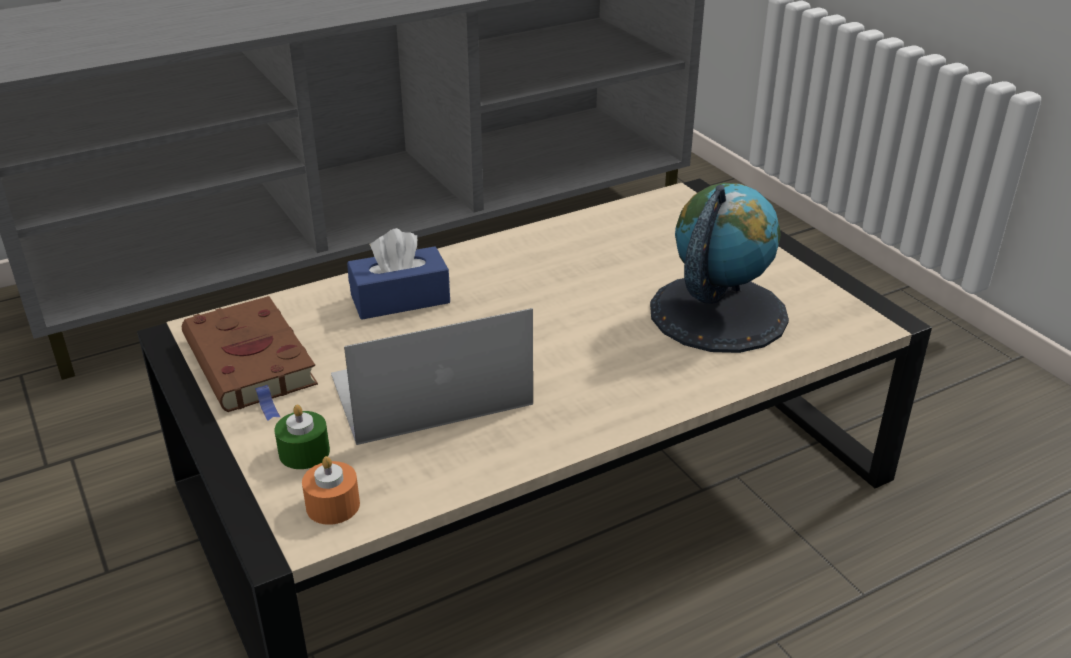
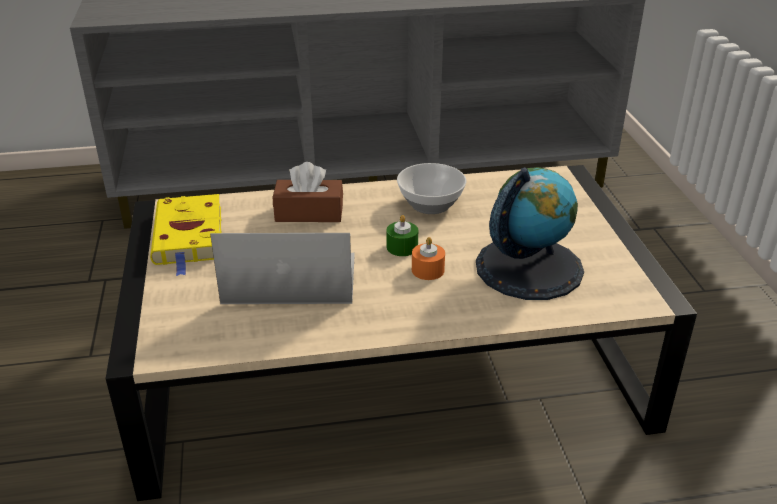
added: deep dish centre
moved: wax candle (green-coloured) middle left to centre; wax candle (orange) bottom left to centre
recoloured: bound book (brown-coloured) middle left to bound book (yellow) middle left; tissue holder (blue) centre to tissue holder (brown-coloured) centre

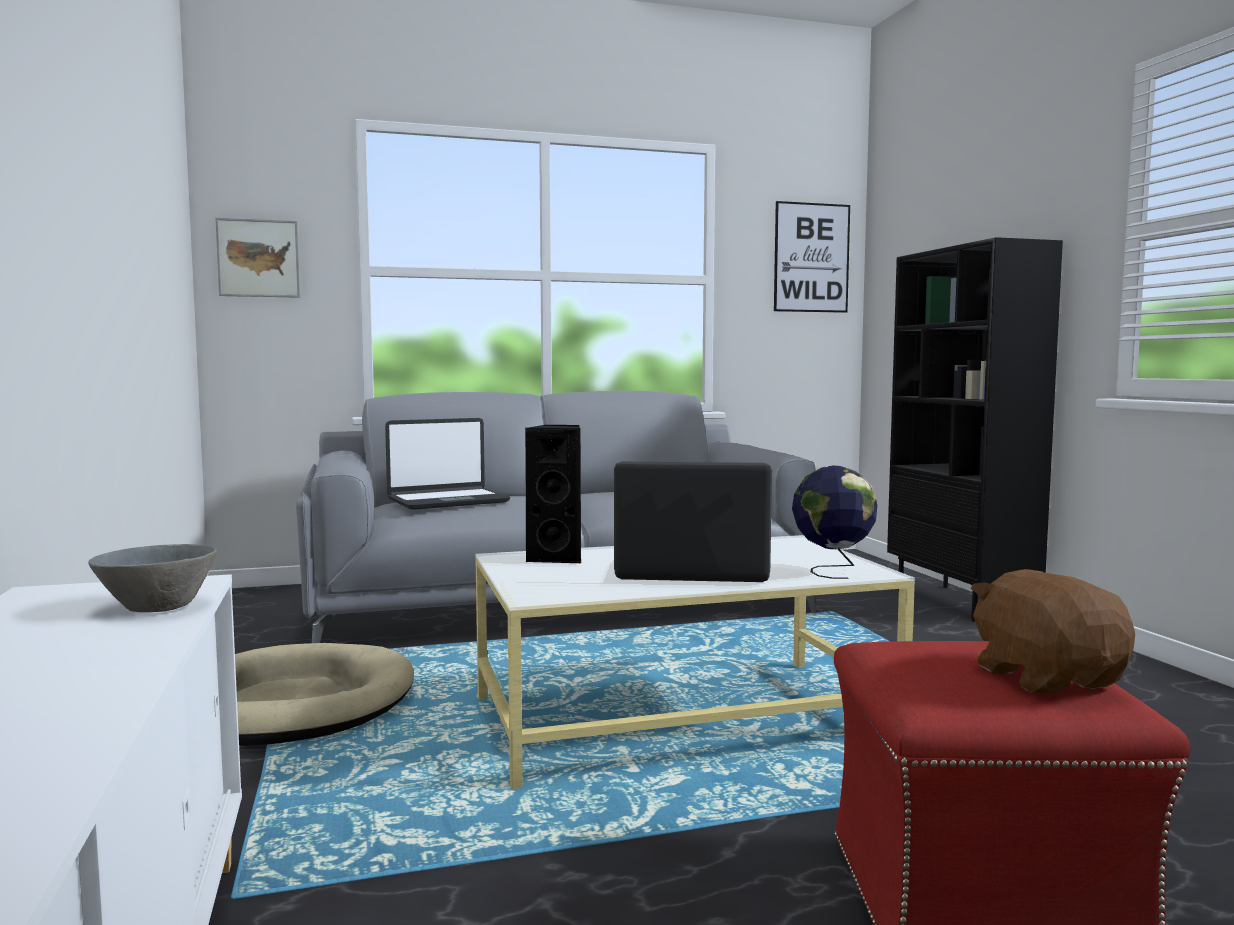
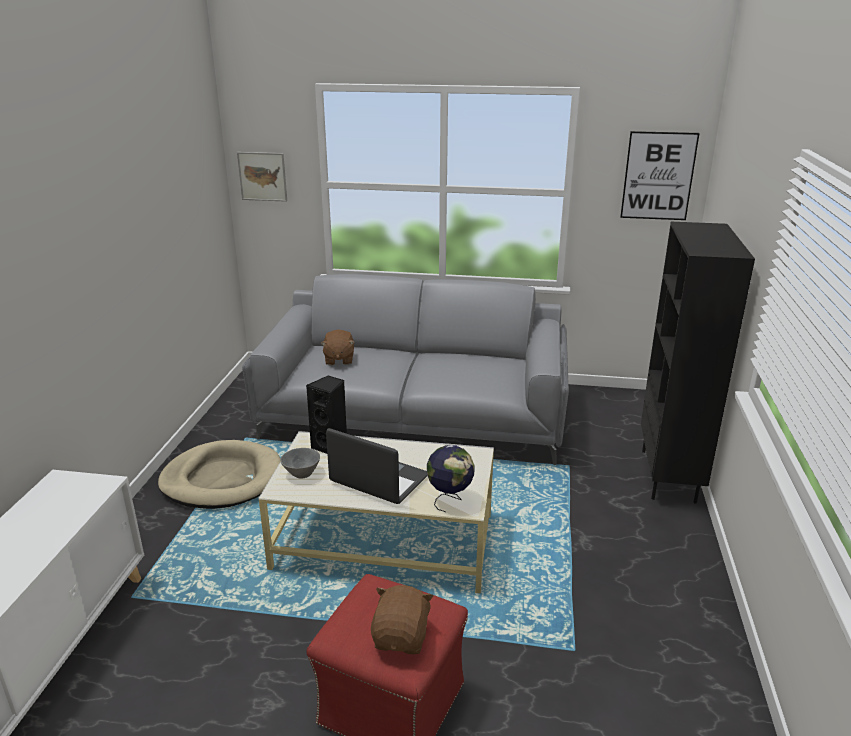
moved: deep dish (grey) middle left to centre
replaced: laptop (1st from left) centre to soft toy (brown-coloured) (1st from left) centre

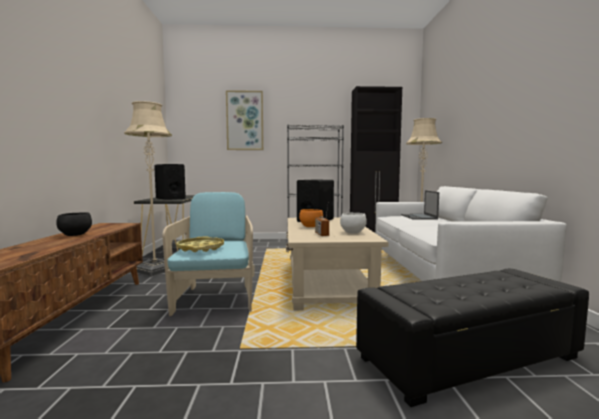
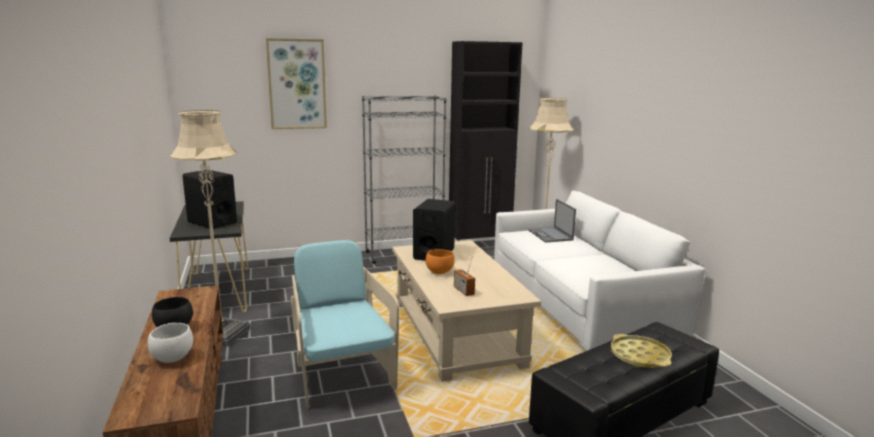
moved: deep dish (white-coloured) centre to bottom left; serving tray (yellow) centre to bottom right

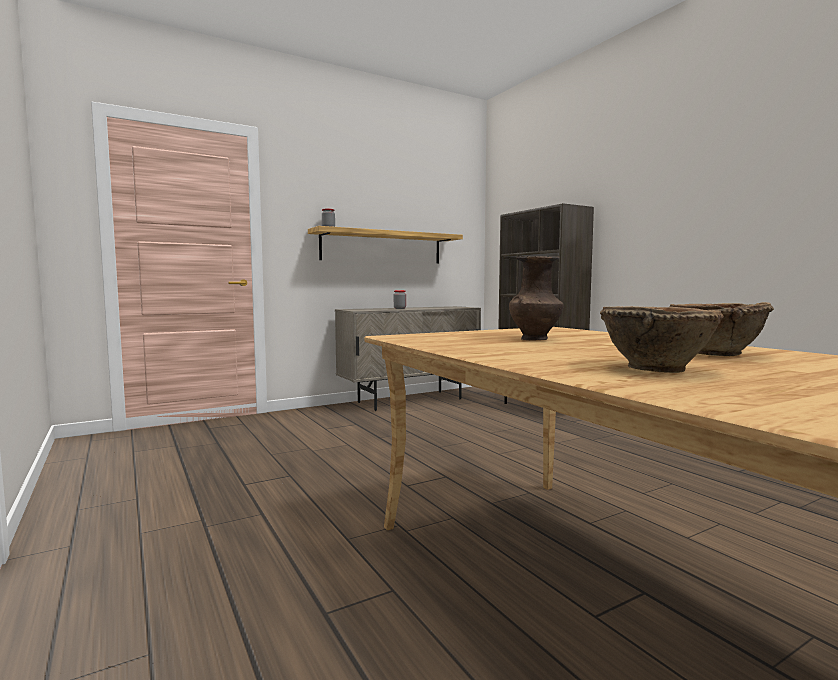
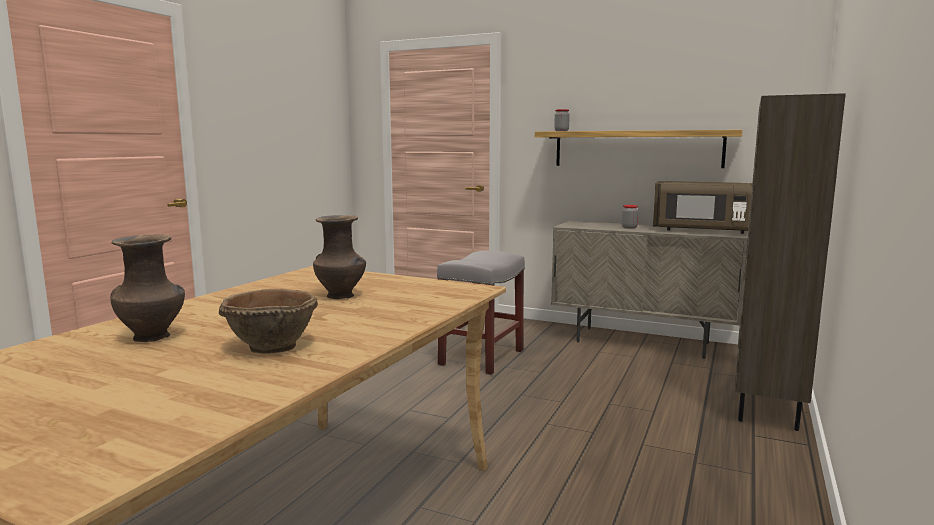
added: sitting stool (grey) centre; microwave (brown-coloured) middle right
replaced: deep dish (brown-coloured) (1st from left) middle right to flower vase (brown-coloured) (1st from left) middle left

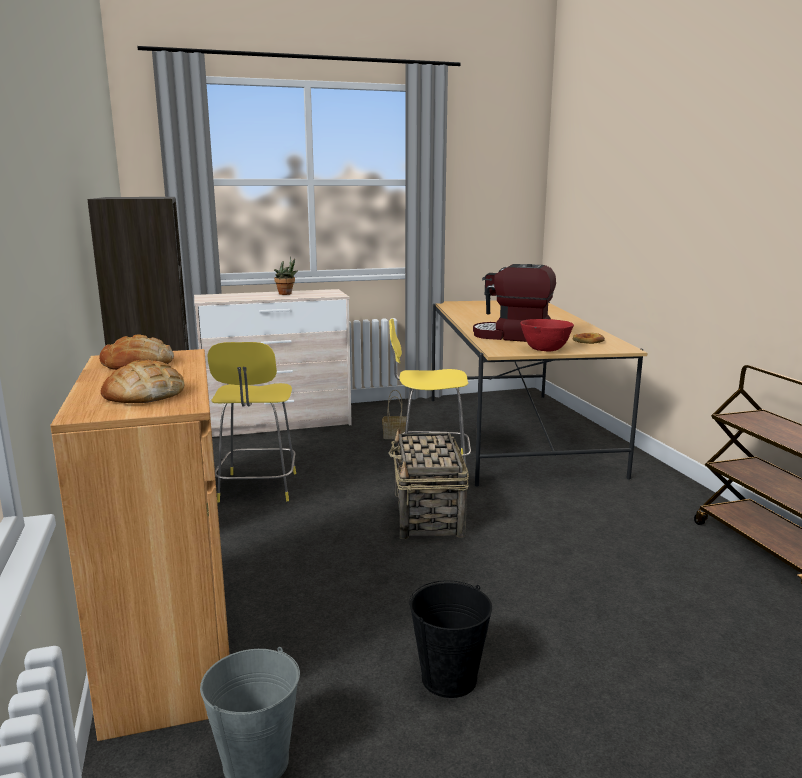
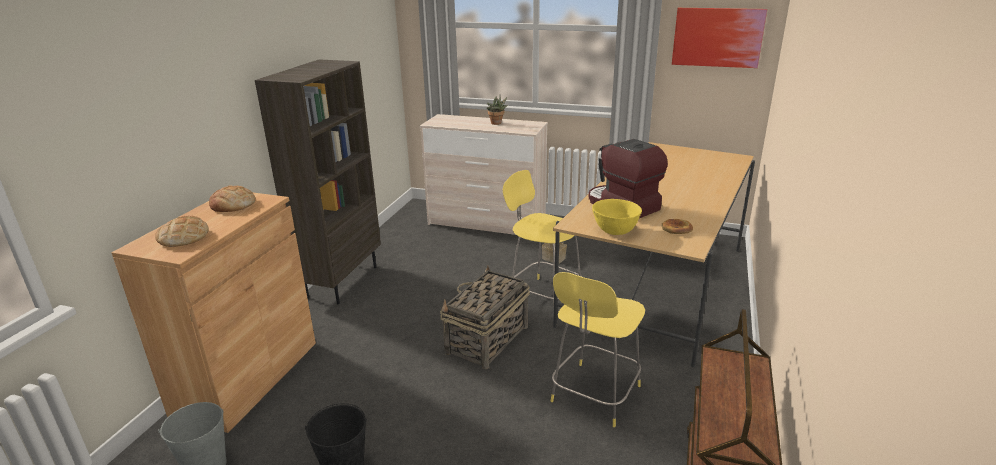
added: wall art top right
moved: sitting stool (yellow) (1st from left in the first image) middle left to sitting stool (yellow) (2nd from left) bottom centre
recoloured: deep dish (red) middle right to deep dish (yellow) centre

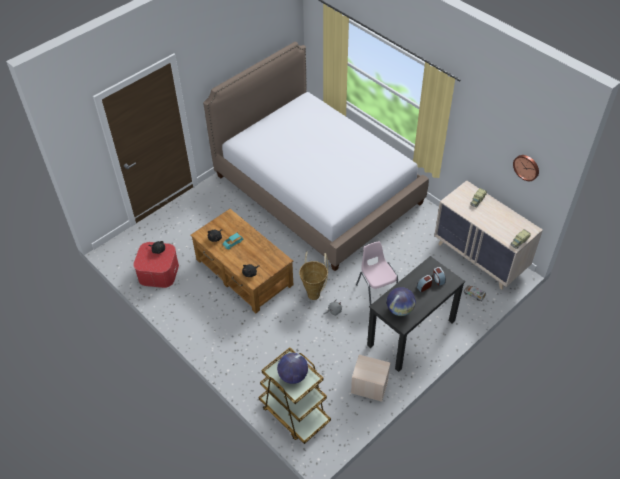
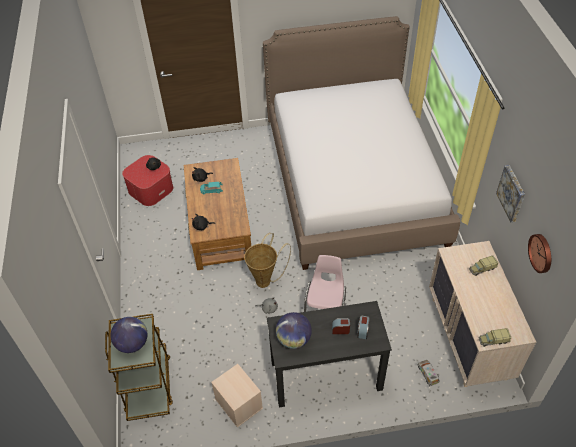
added: wall art middle right

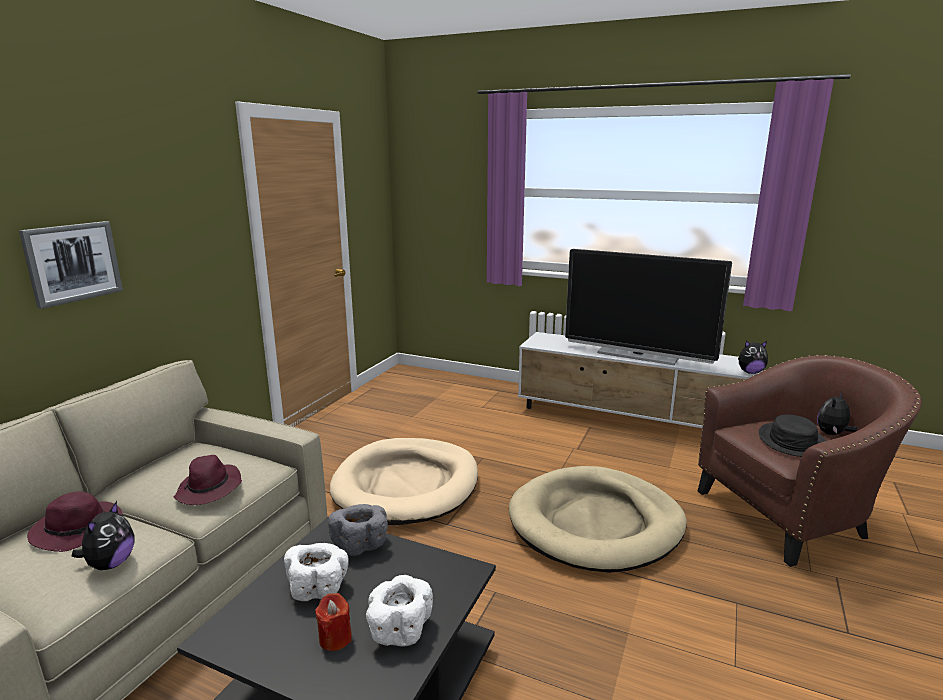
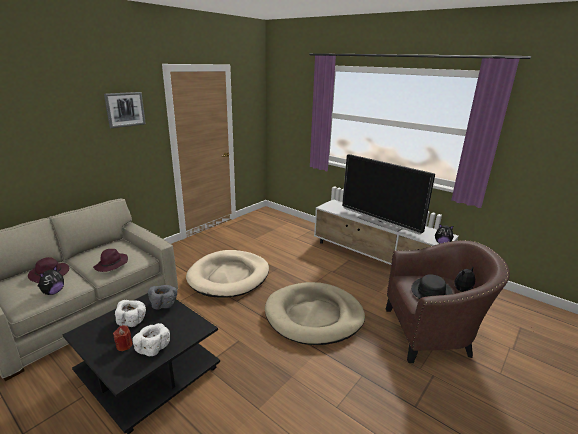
moved: wall art middle left to top left

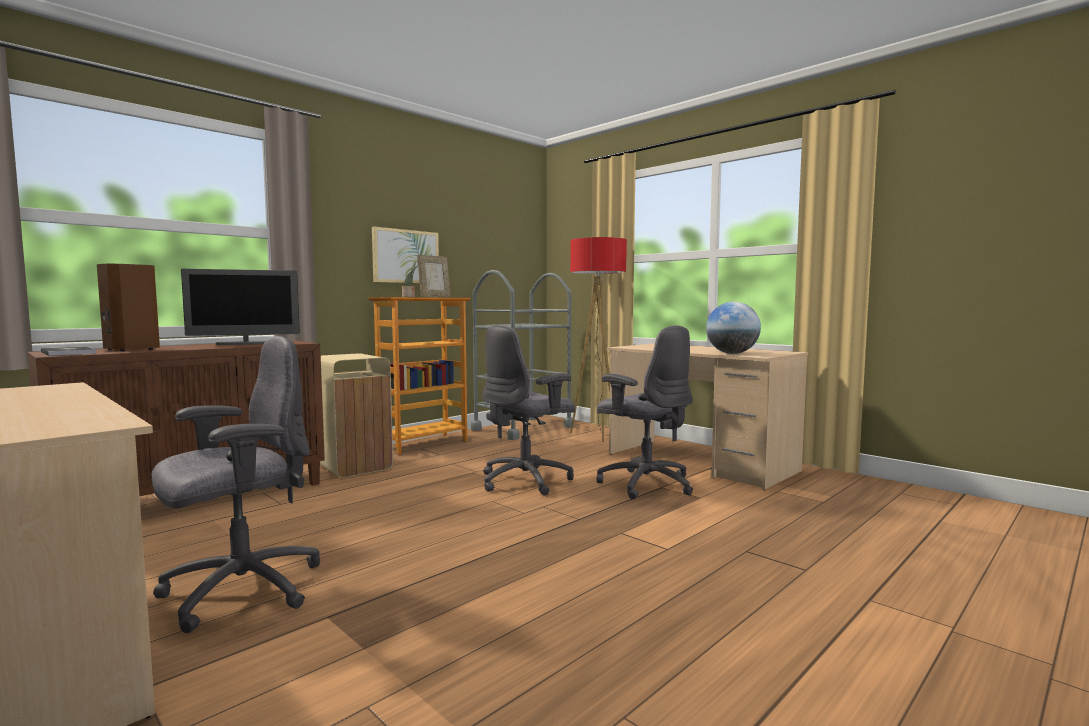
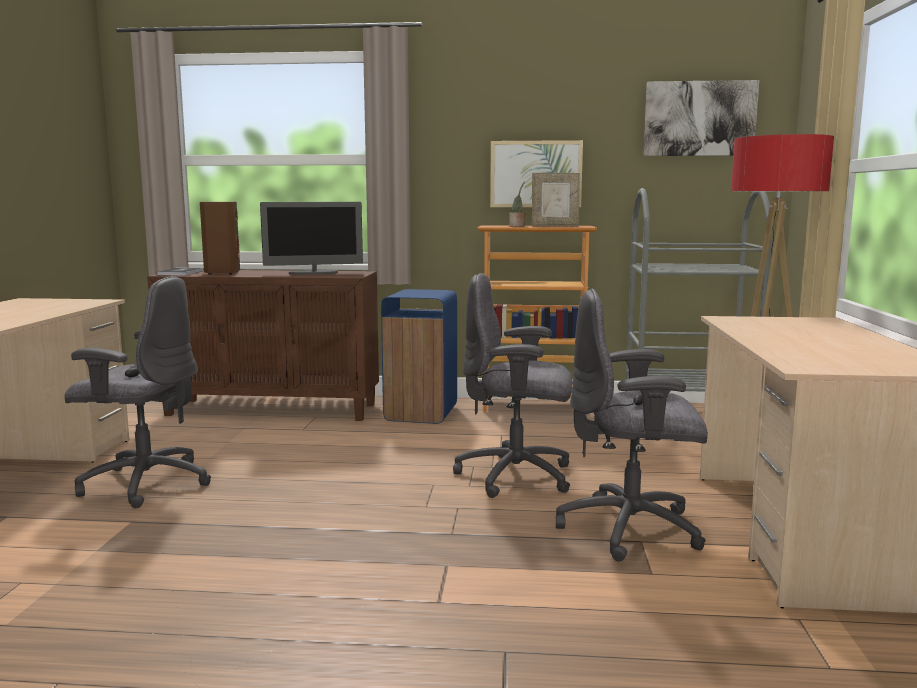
removed: globe middle right
added: wall art (2nd from left) top right
recoloured: waste bin (beige-coloured) middle left to waste bin (blue) centre
turned: computer display middle left = centre 45 degrees counterclockwise; office chair (grey) (3rd from left) centre = middle right 90 degrees clockwise

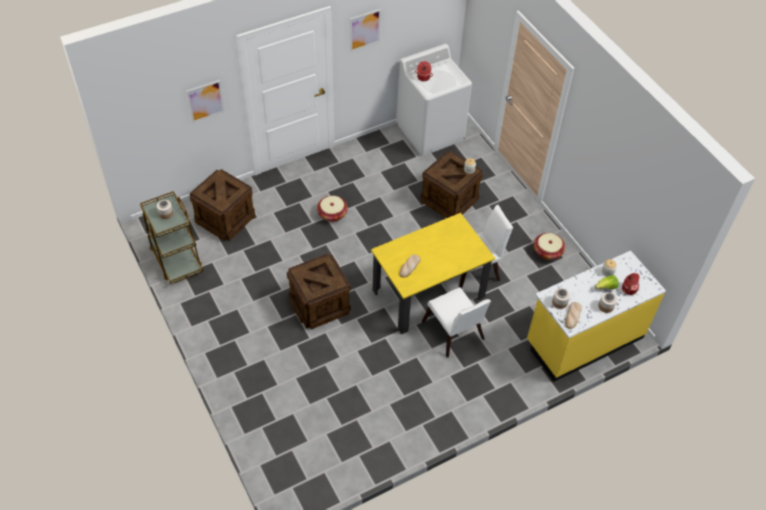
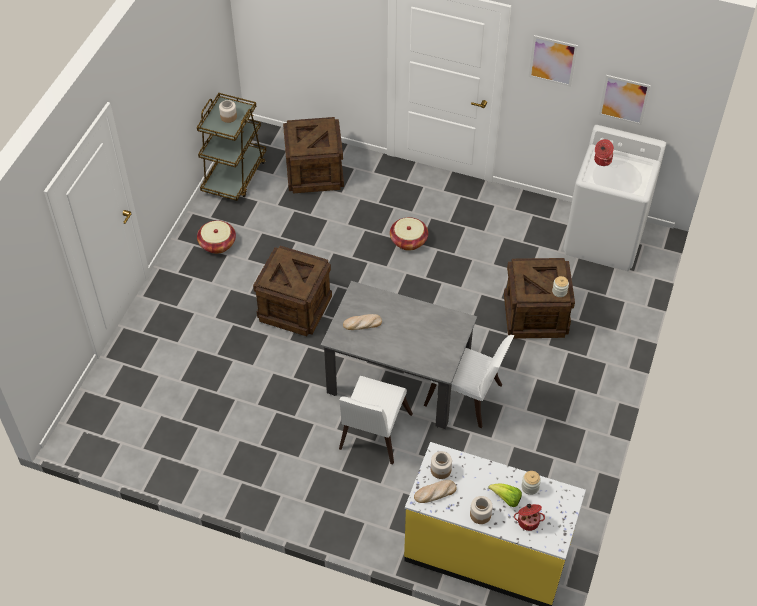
moved: household basket (2nd from left in the first image) middle right to household basket (1st from left) middle left; wall art (1st from left in the first image) top left to wall art (2nd from left) top right
recoloured: dinner table (yellow) centre to dinner table (grey) centre

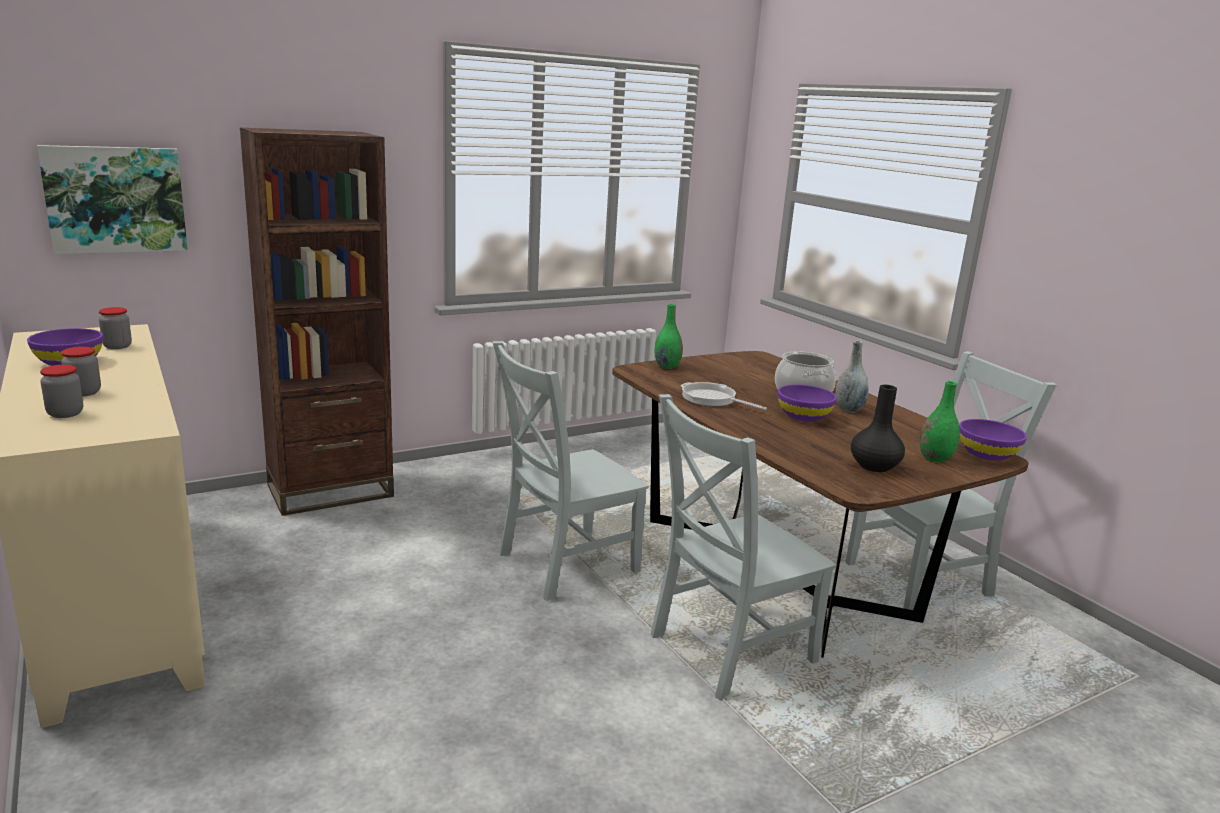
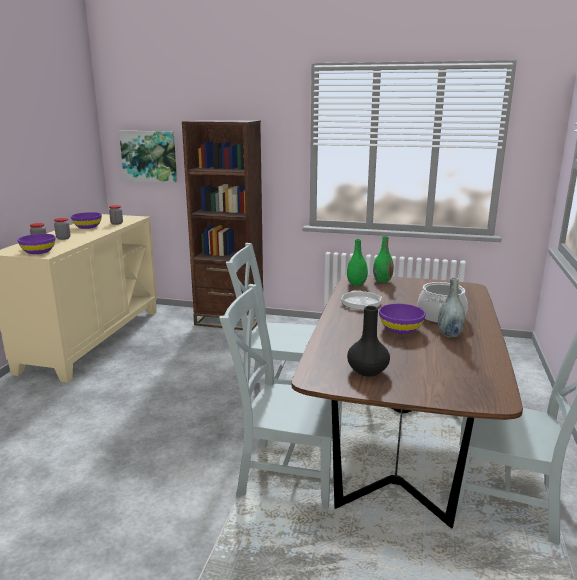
moved: deep dish (purple-coloured) (3rd from left in the first image) middle right to deep dish (purple-coloured) (1st from left) middle left; flower vase (green-coloured) (2nd from left in the first image) middle right to flower vase (green-coloured) (1st from left) centre

